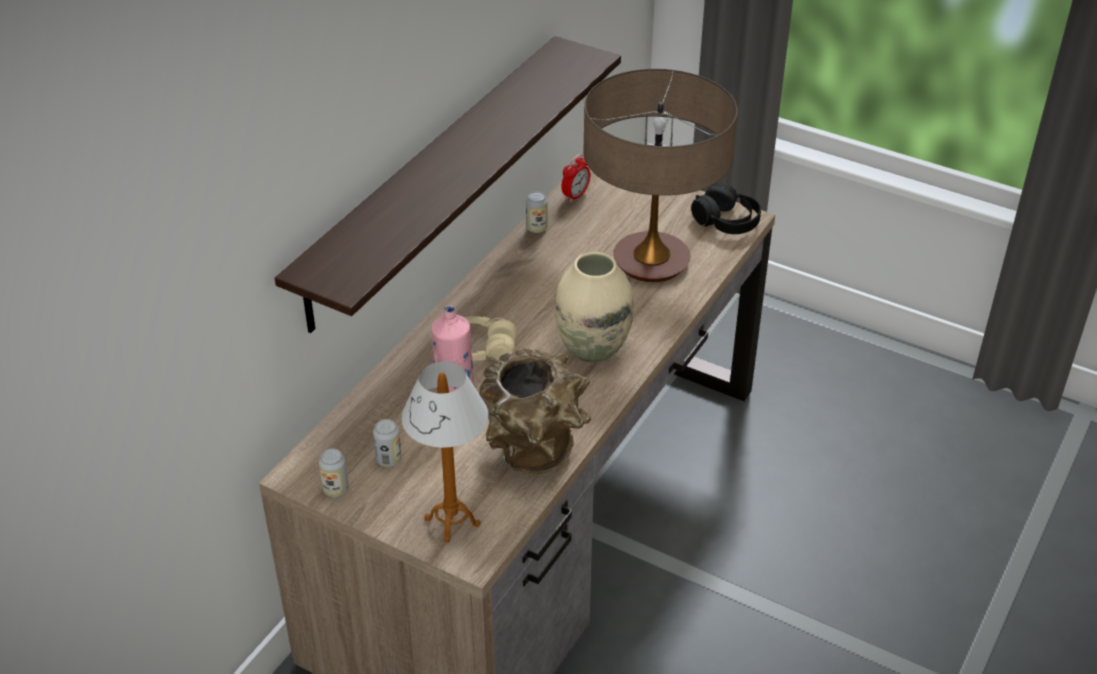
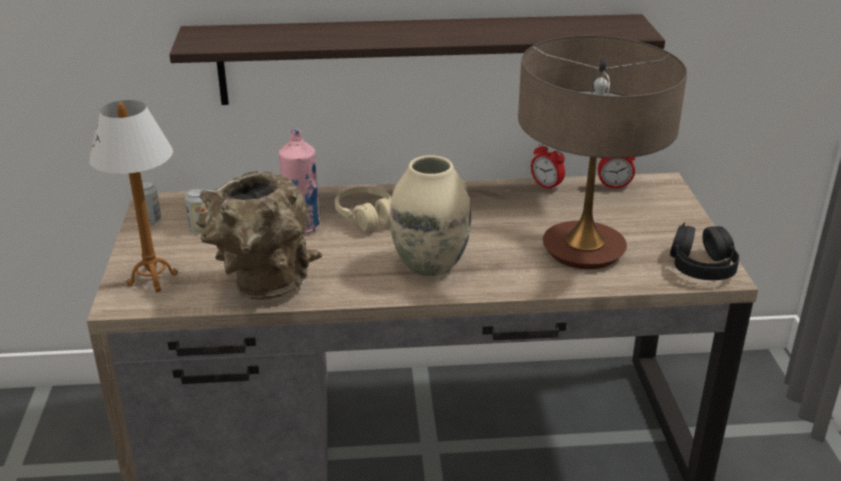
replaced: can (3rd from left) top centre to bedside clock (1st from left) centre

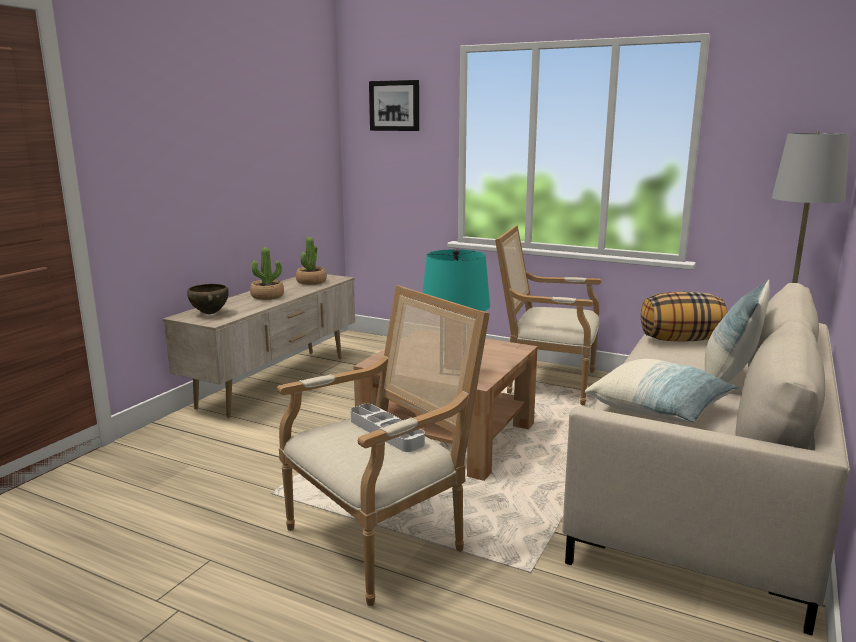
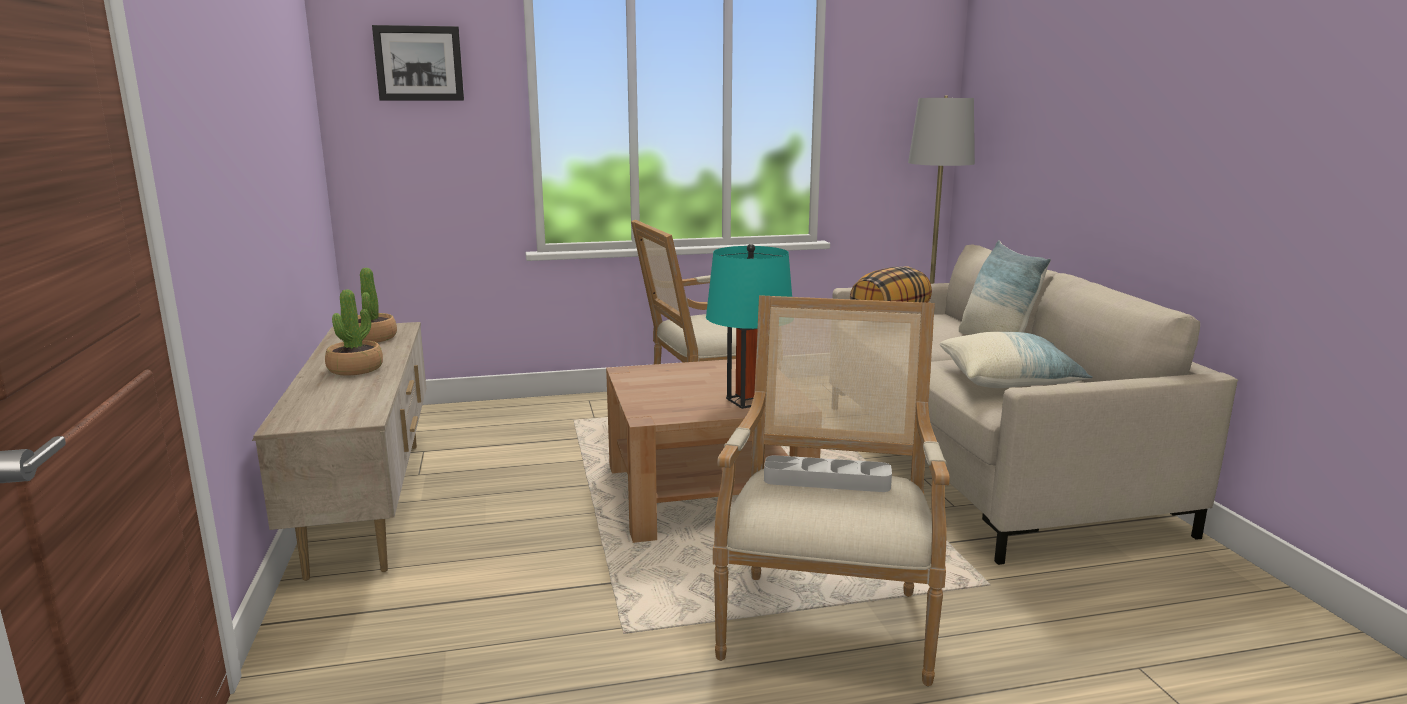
removed: deep dish (brown-coloured) middle left

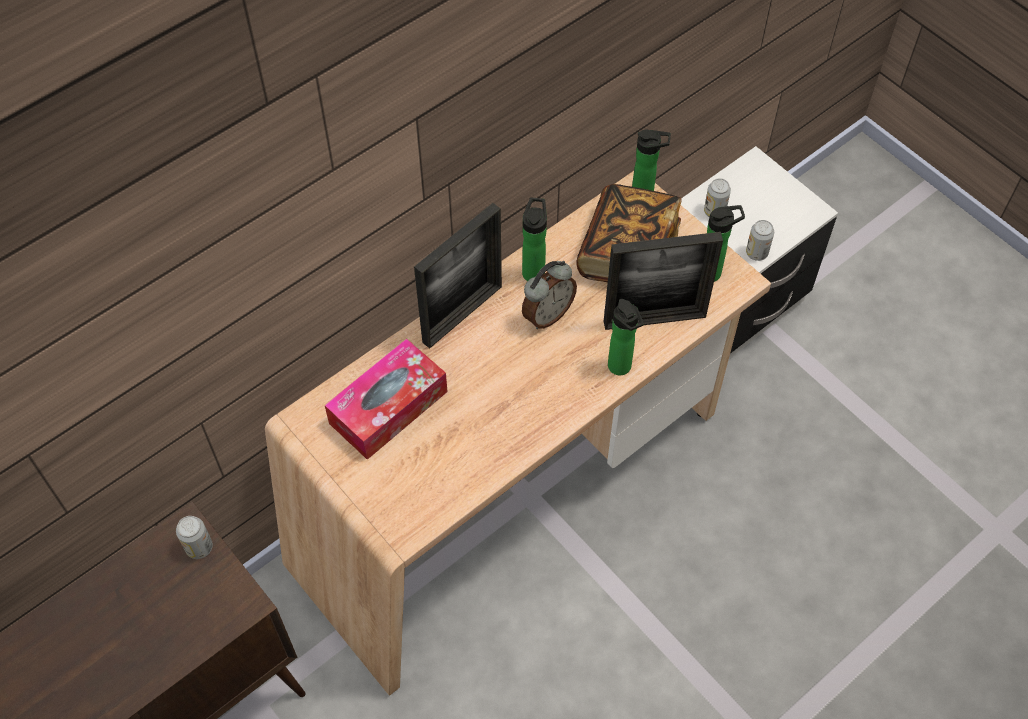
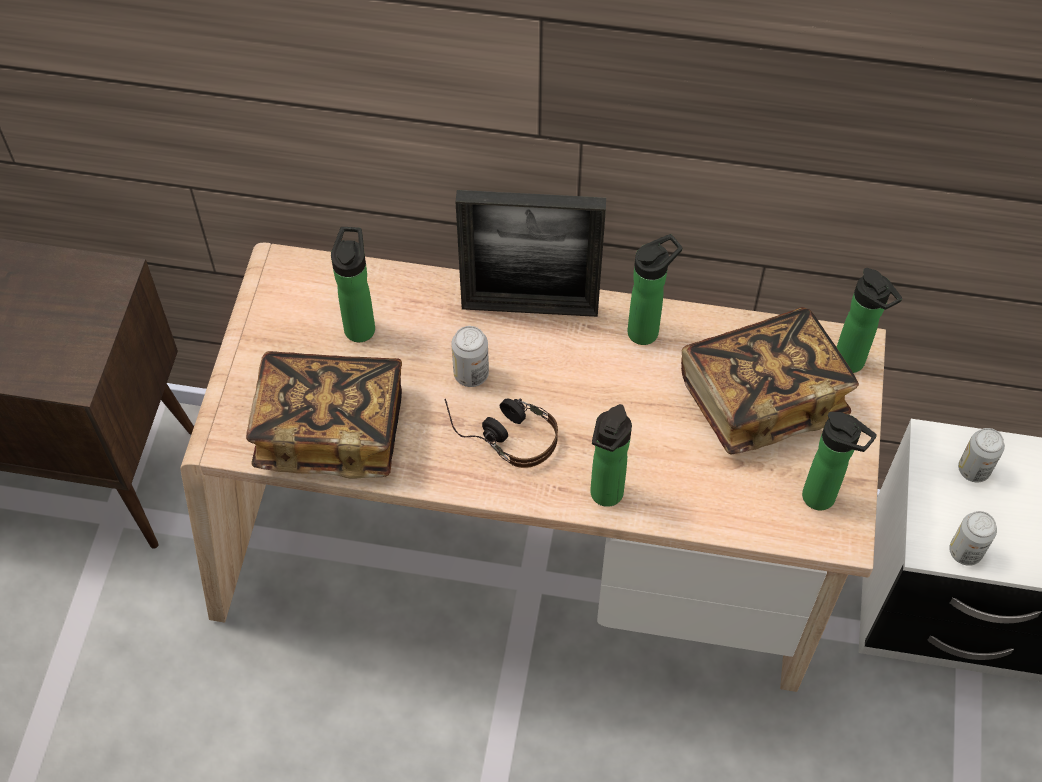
removed: bedside clock centre; photo frame (2nd from left) centre
added: bound book (1st from left) middle left; headphones centre
moved: can (1st from left) bottom left to centre
replaced: tissue holder centre to beverage bottle (1st from left) centre

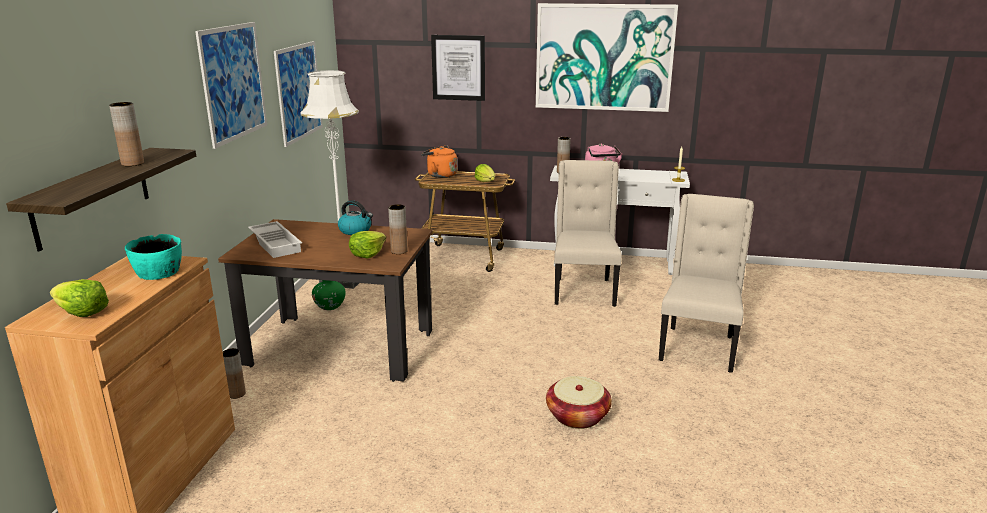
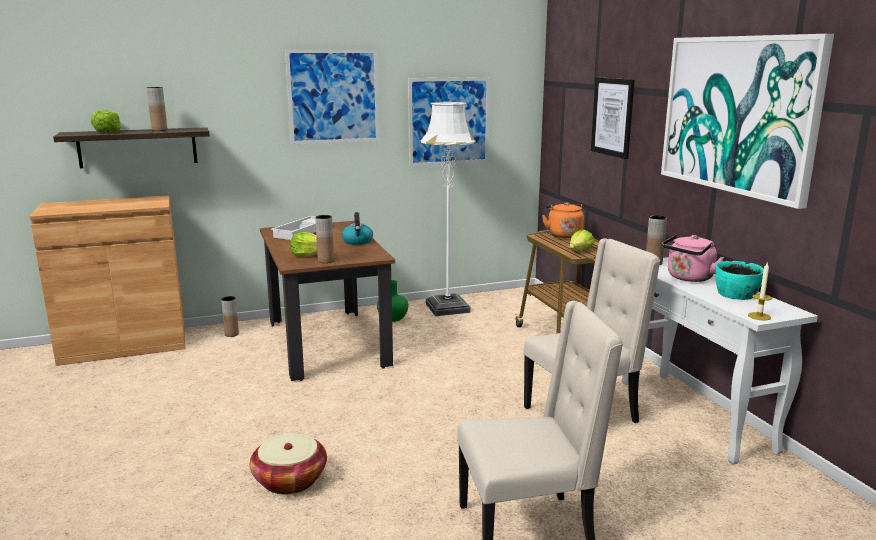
moved: lettuce (1st from left) middle left to top left; deep dish (turquoise) middle left to middle right

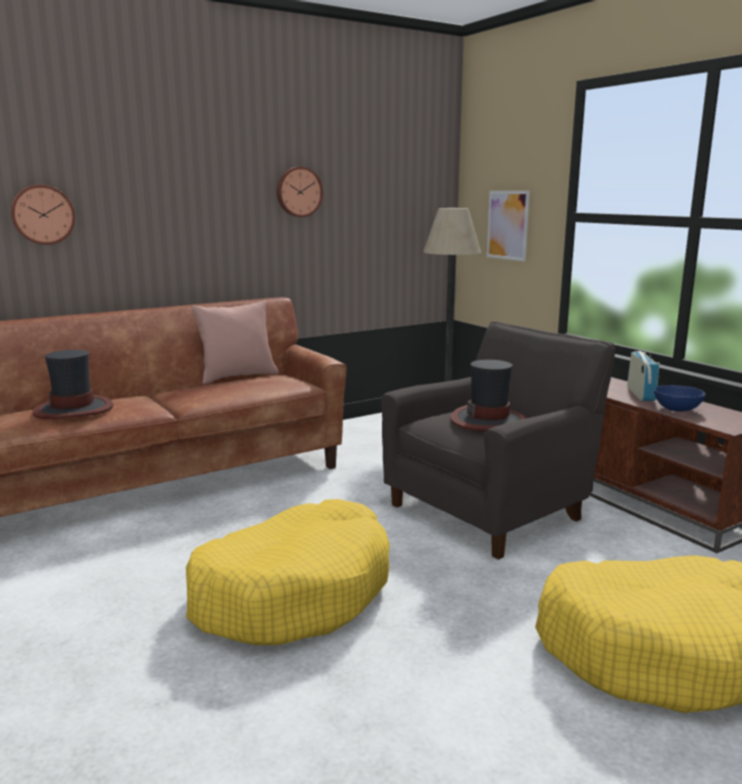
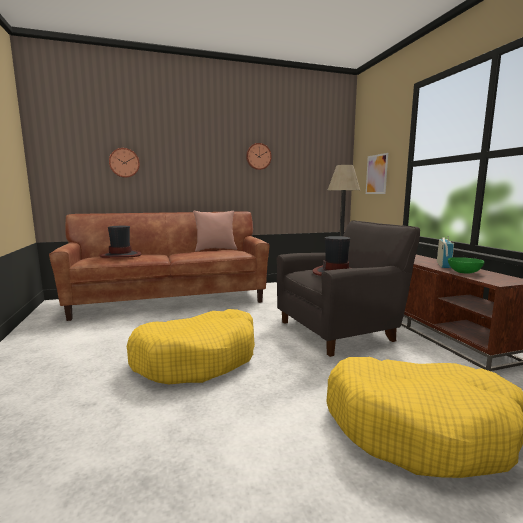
recoloured: deep dish (blue) middle right to deep dish (green-coloured) middle right

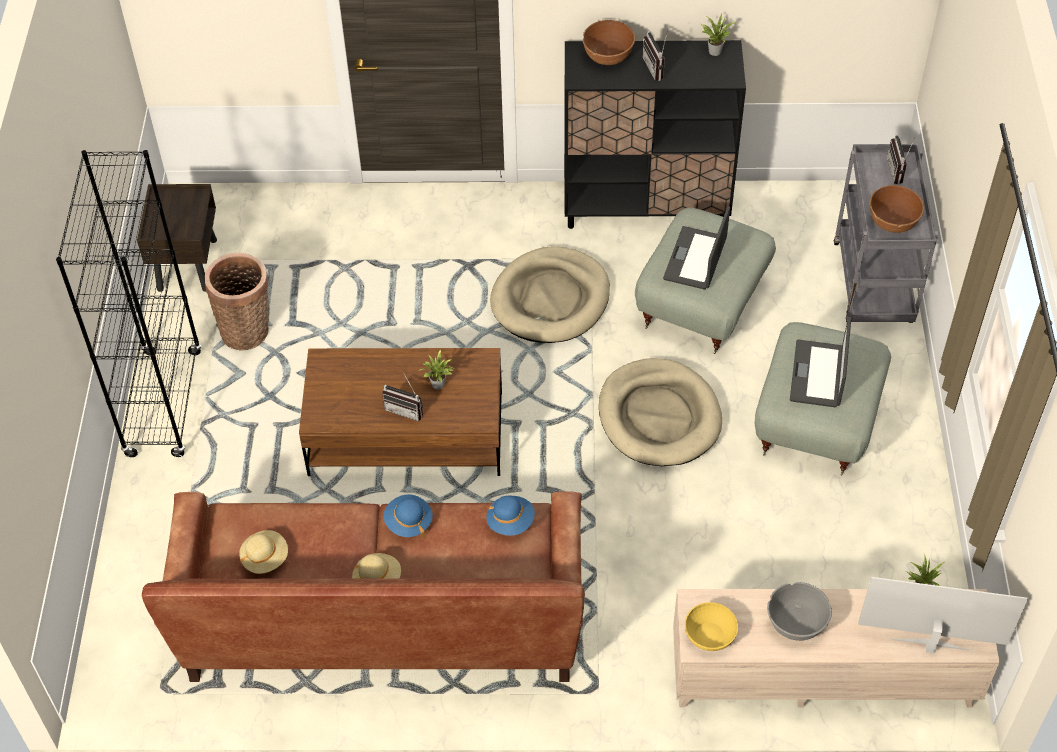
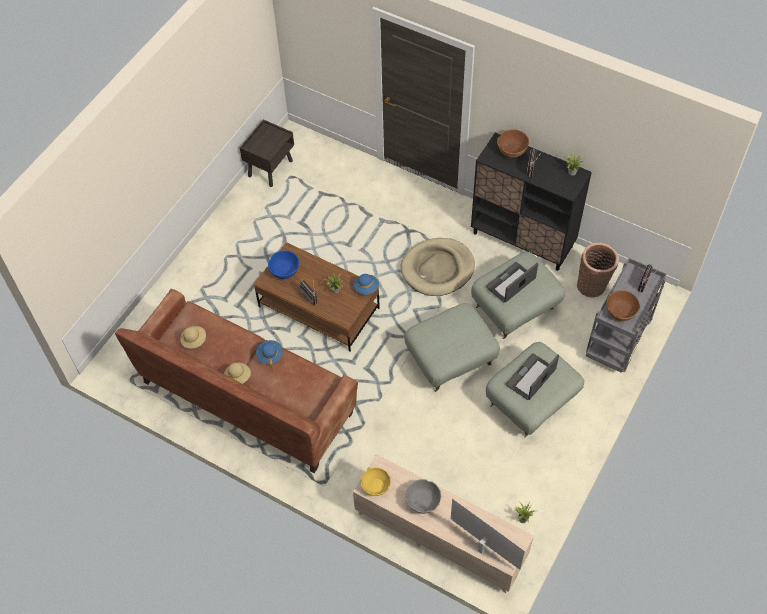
removed: shelving unit (black-coloured) middle left
added: deep dish (blue) centre
moved: wearable hat (blue) (2nd from left) bottom centre to centre; household basket middle left to middle right
replaced: pet bed (beige-coloured) (2nd from left) centre to footrest (grey) (1st from left) centre

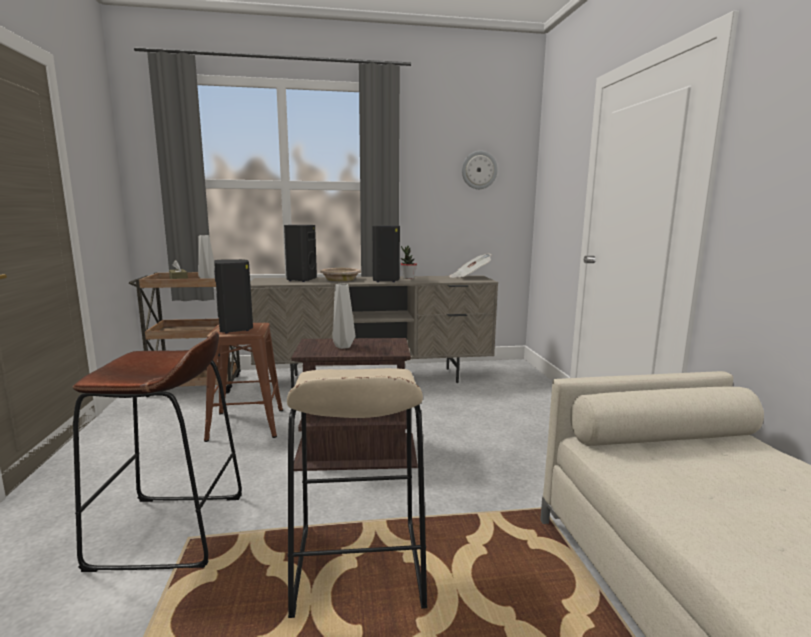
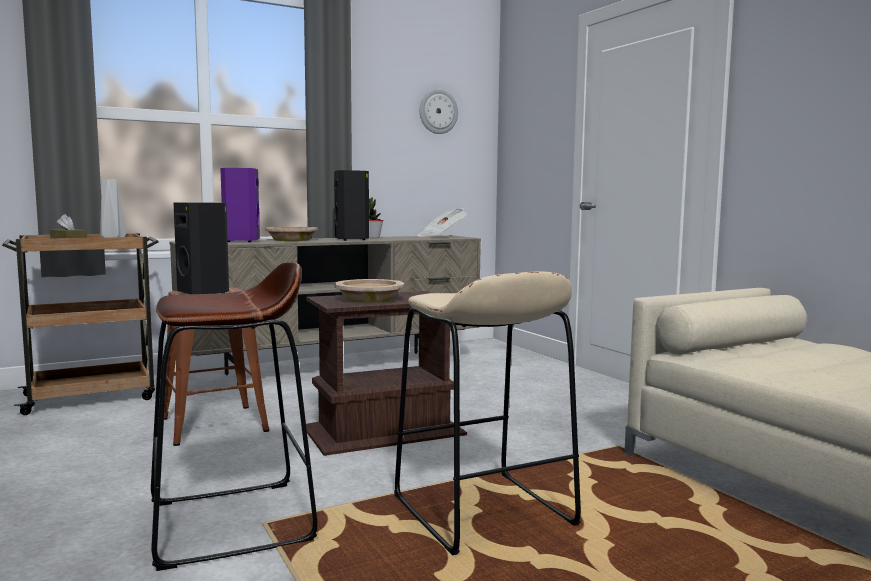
replaced: flower vase (grey) (2nd from left) centre to deep dish (beige-coloured) (2nd from left) centre
recoloured: audio speaker (black-coloured) (2nd from left) centre to audio speaker (purple-coloured) middle left

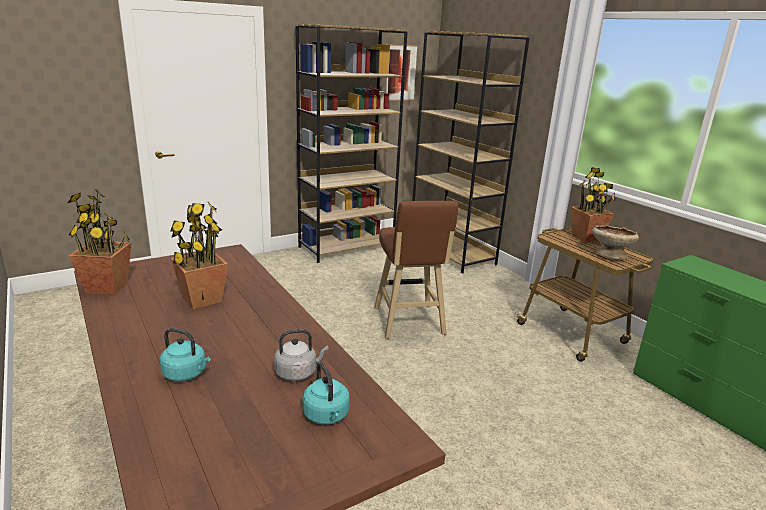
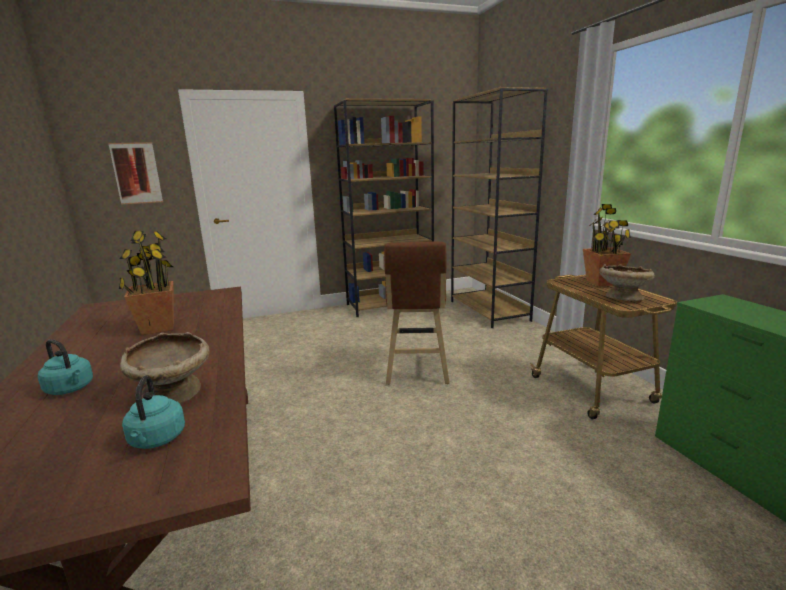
removed: houseplant (1st from left) middle left
moved: wall art top centre to top left
replaced: kettle (grey) bottom centre to deep dish (beige-coloured) (1st from left) middle left

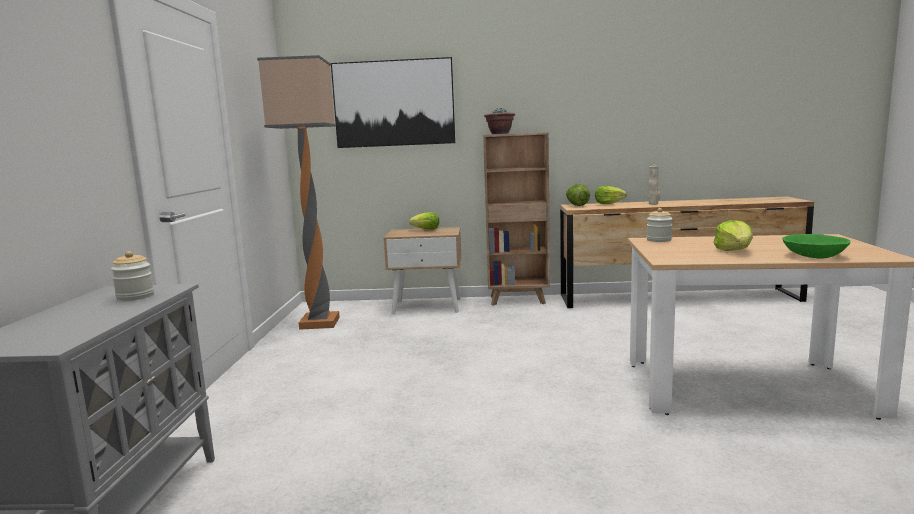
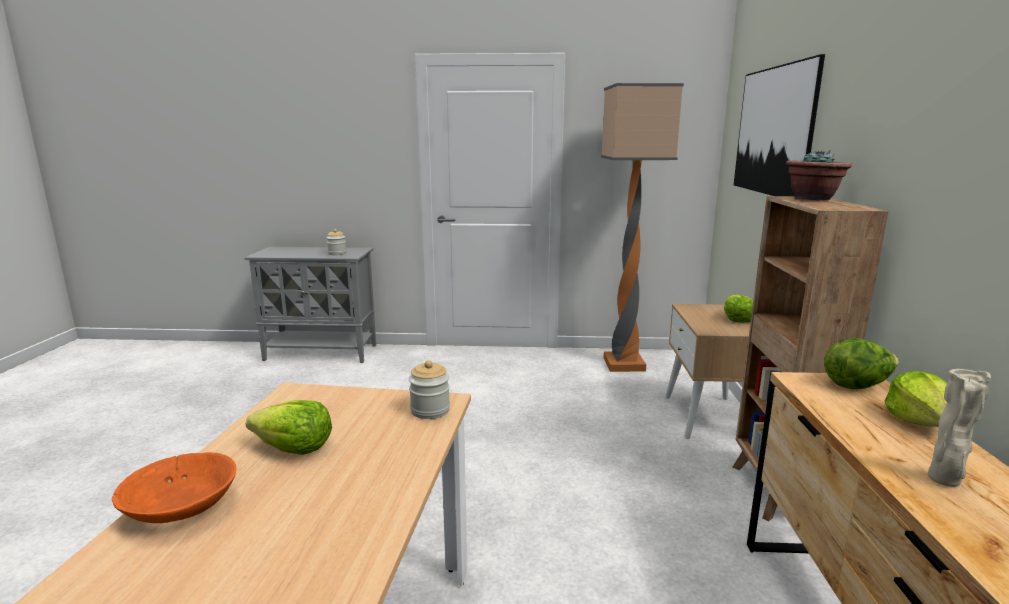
recoloured: deep dish (green-coloured) middle right to deep dish (orange) bottom left

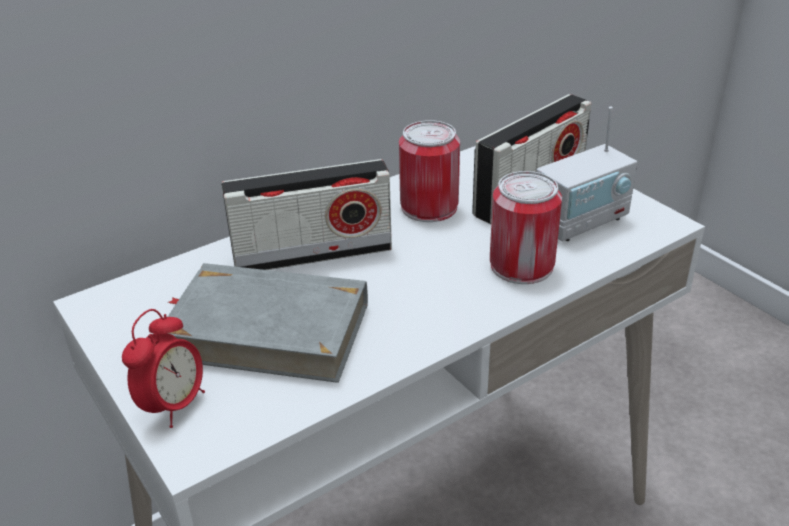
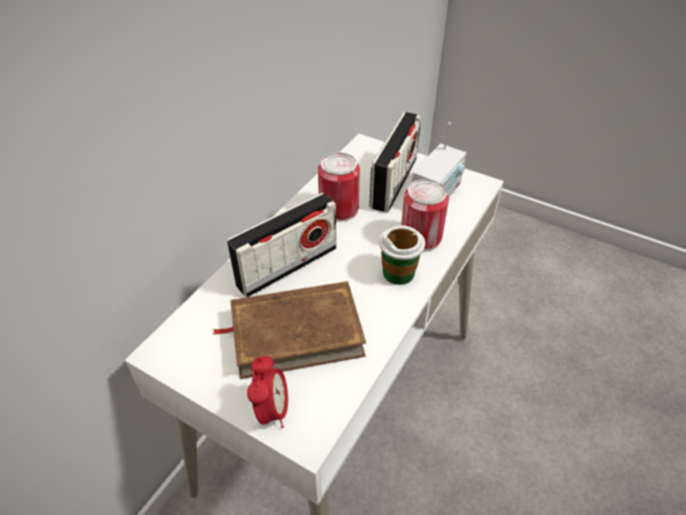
added: small cup centre
recoloured: bound book (grey) centre to bound book (brown-coloured) centre

